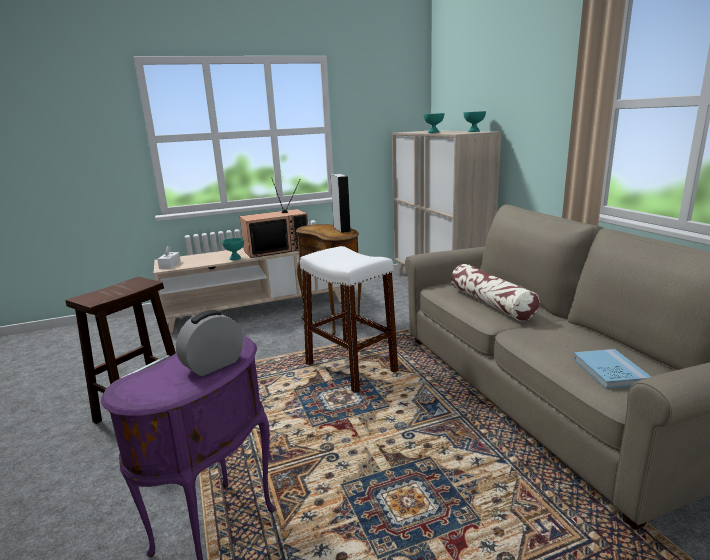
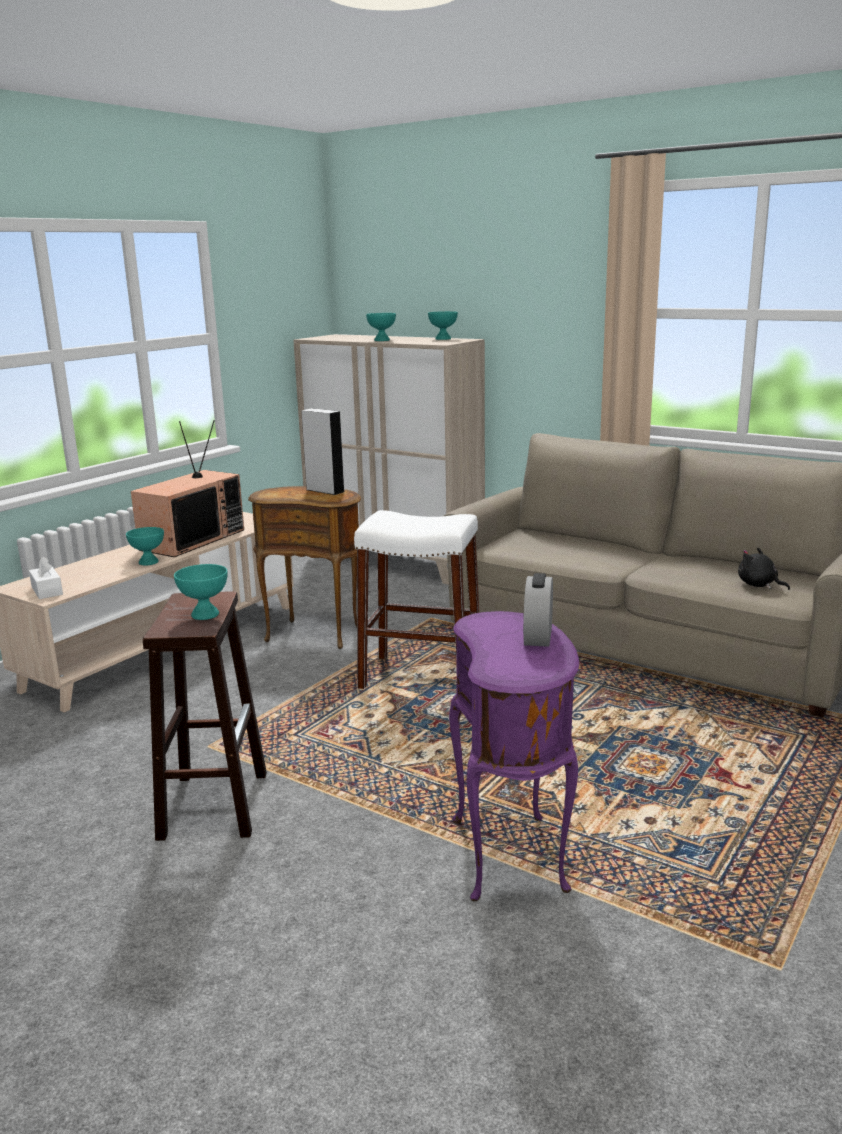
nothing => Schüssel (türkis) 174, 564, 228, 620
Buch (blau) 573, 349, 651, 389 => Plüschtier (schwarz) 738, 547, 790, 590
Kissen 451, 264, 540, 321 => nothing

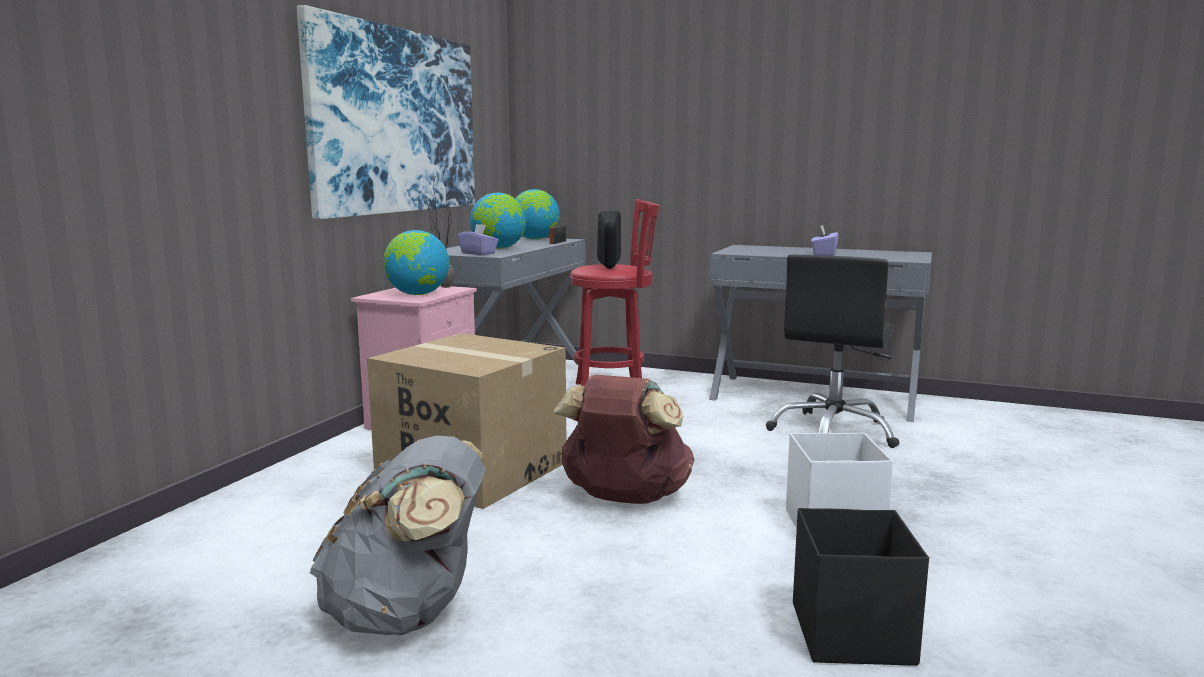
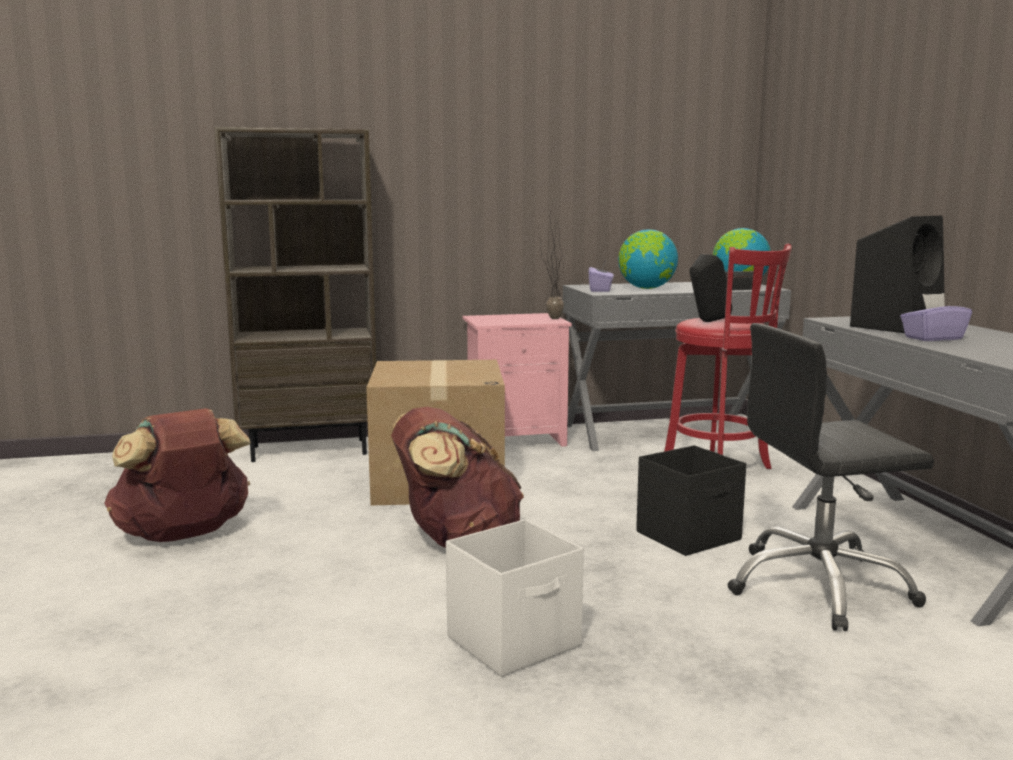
Rucksack (grau) 310, 436, 486, 635 => Rucksack (braun) 104, 408, 251, 542
nothing => Bücherregal (braun) 214, 127, 376, 462
Aufbewahrungsbox (schwarz) 793, 508, 929, 666 => Aufbewahrungsbox (schwarz) 636, 445, 746, 556, move
nothing => Lautsprecher (schwarz) 850, 216, 945, 333
Bild 297, 5, 475, 219 => nothing
Globus 383, 230, 449, 295 => nothing

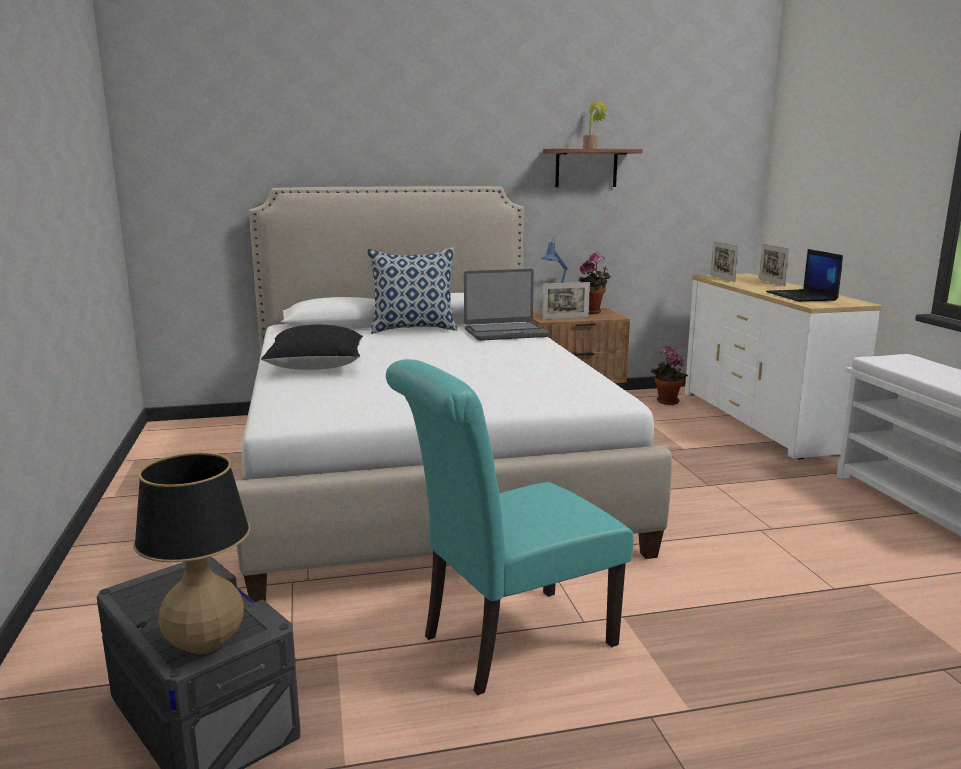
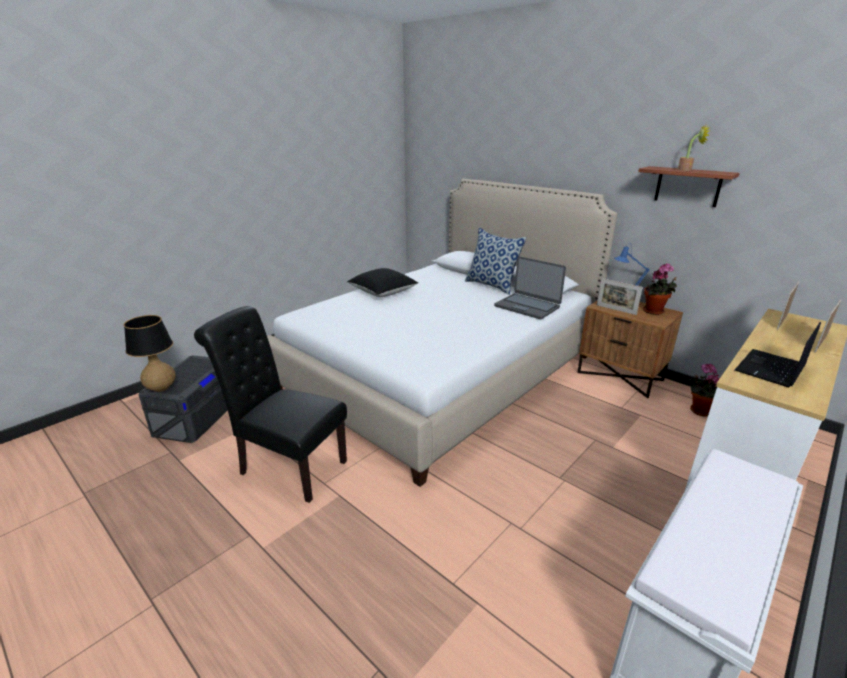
Stuhl (türkis) 386, 359, 634, 695 => Stuhl (schwarz) 194, 306, 347, 503

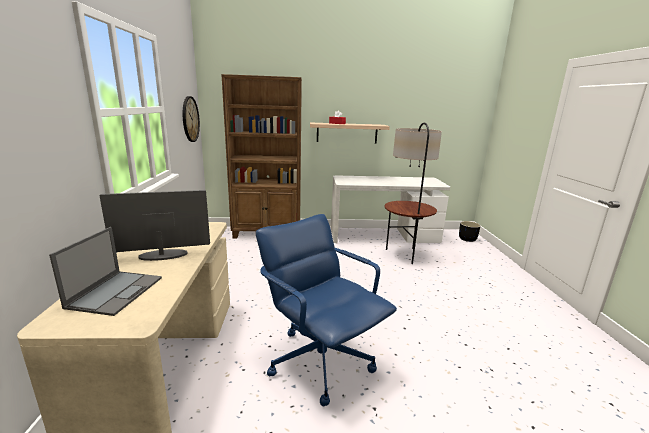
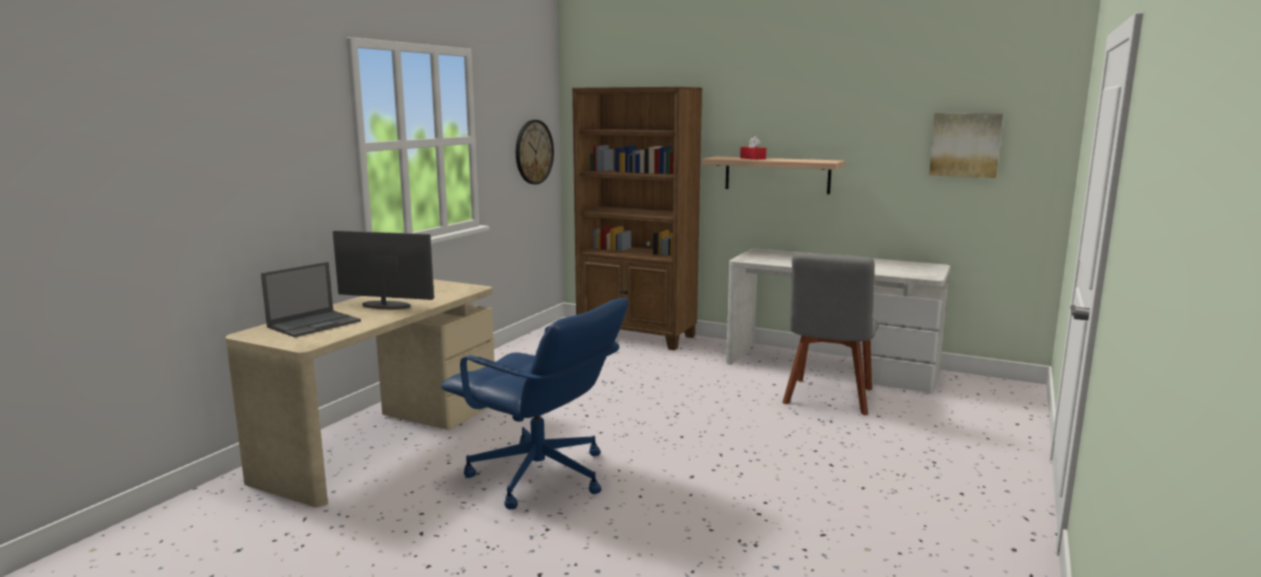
Bürostuhl (blau) 256, 214, 397, 406 => Bürostuhl (blau) 441, 298, 628, 509, 135 degrees clockwise
Stehlampe 385, 123, 442, 264 => Stuhl (grau) 782, 253, 879, 415
nothing => Bild 929, 113, 1003, 178
Pflanzkübel (schwarz) 459, 221, 481, 242 => nothing

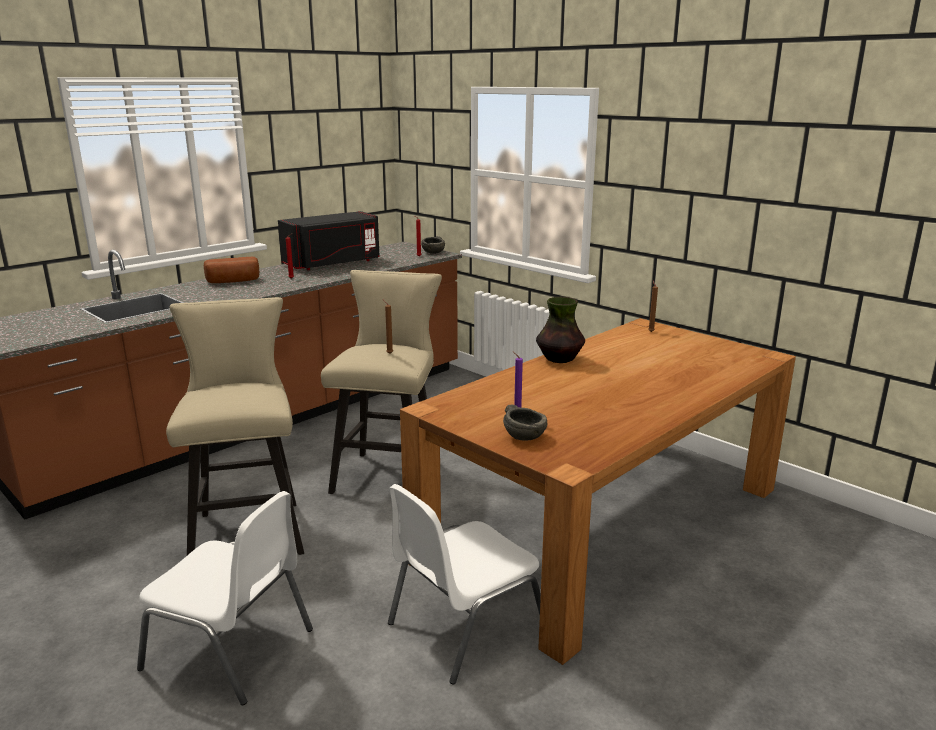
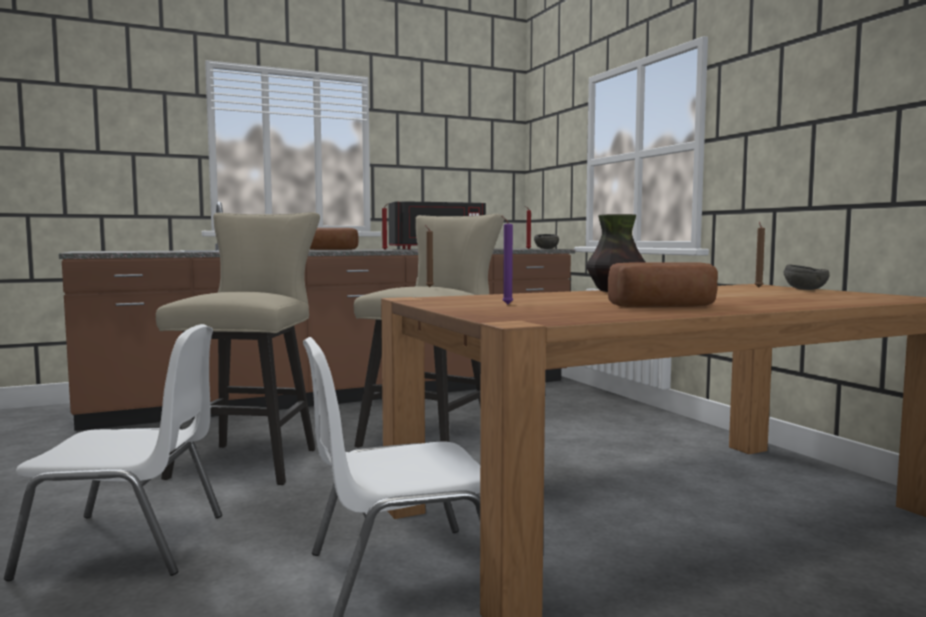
Stuhl (weiß) 137, 491, 313, 705 => Stuhl (weiß) 4, 324, 222, 581, 45 degrees counterclockwise
nothing => Brot 608, 262, 718, 307
Schüssel (grau) 503, 405, 547, 441 => Schüssel (grau) 784, 264, 829, 290, move

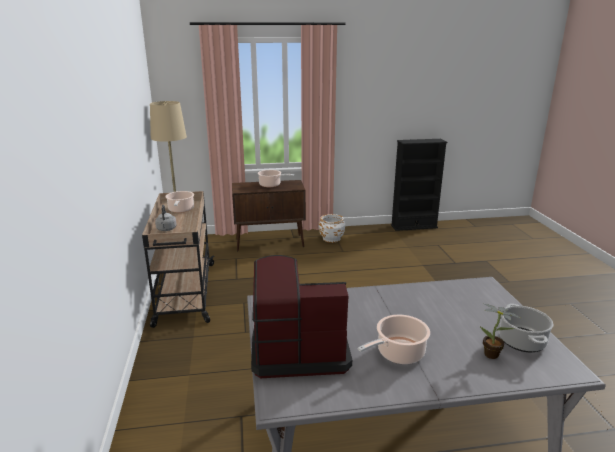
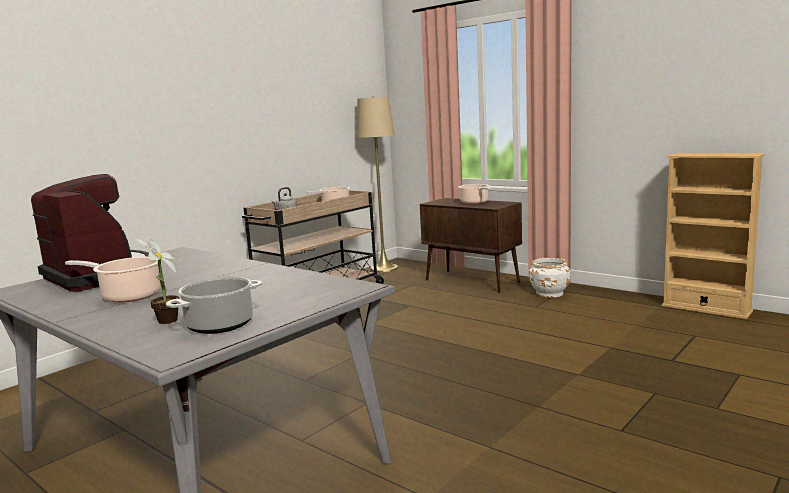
Bücherregal (schwarz) 391, 139, 448, 231 => Bücherregal (beige) 662, 153, 764, 319

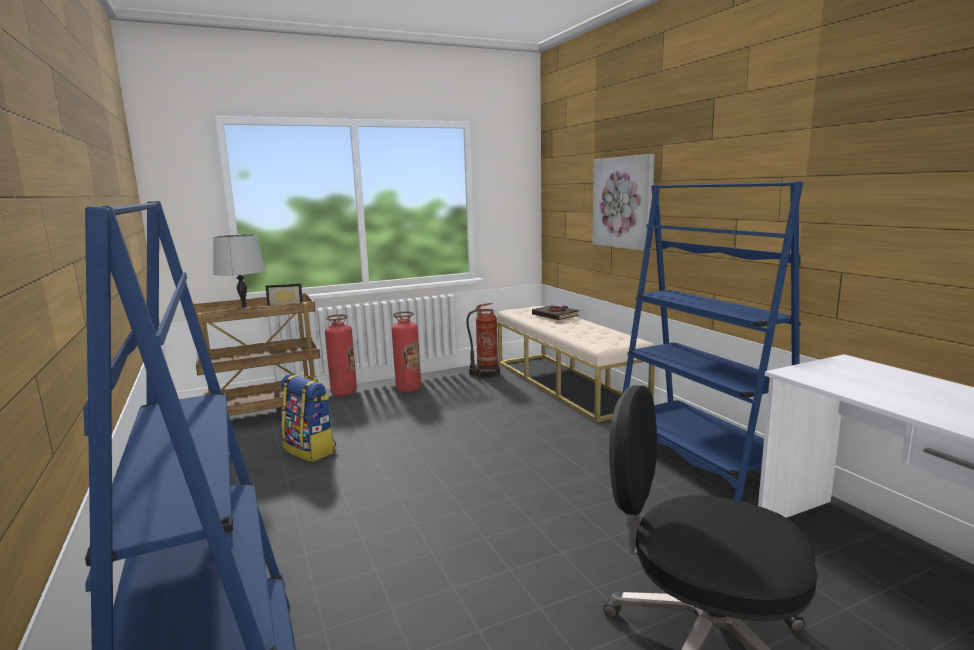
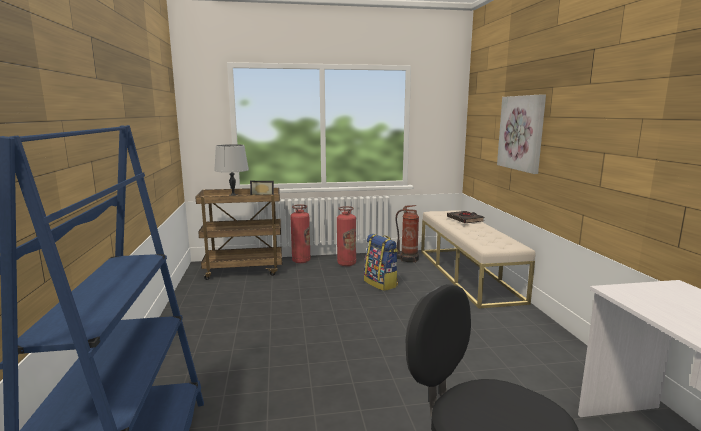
Rucksack 281, 374, 336, 462 => Rucksack 364, 234, 398, 291, move
Bücherregal (blau) 622, 181, 803, 501 => nothing

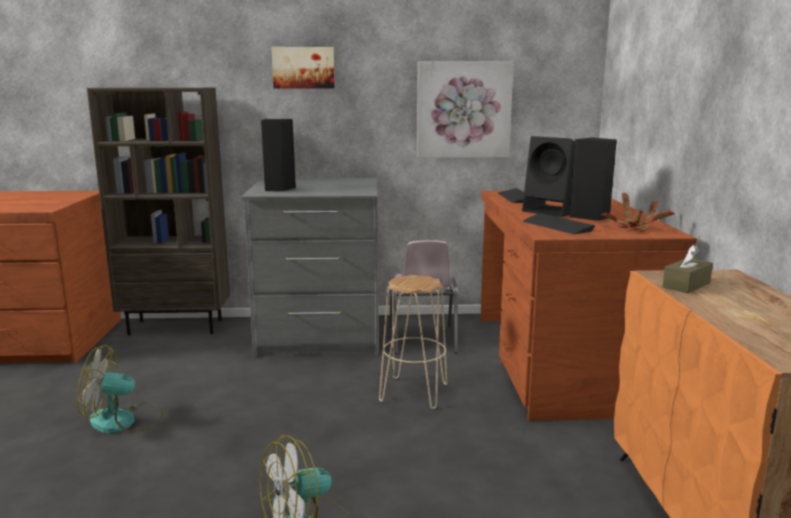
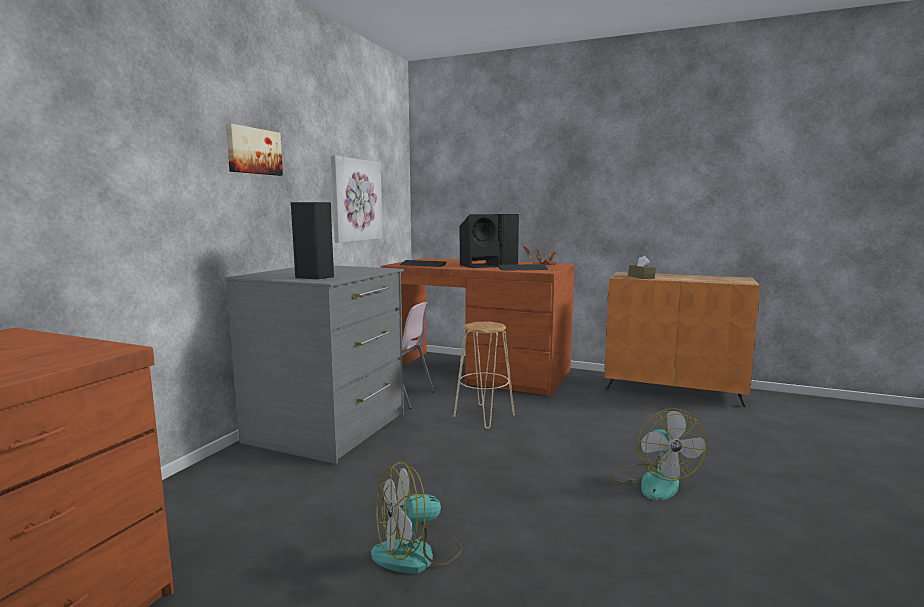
Ventilator 77, 345, 163, 433 => Ventilator 371, 462, 462, 574, 45 degrees clockwise
Bücherregal (braun) 87, 88, 230, 335 => nothing

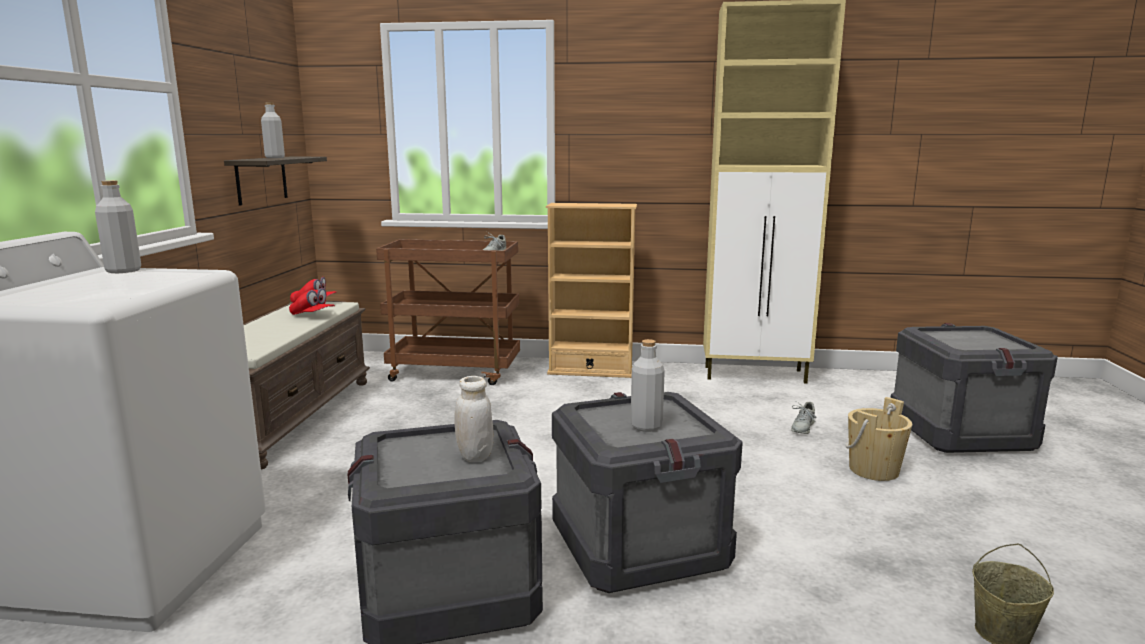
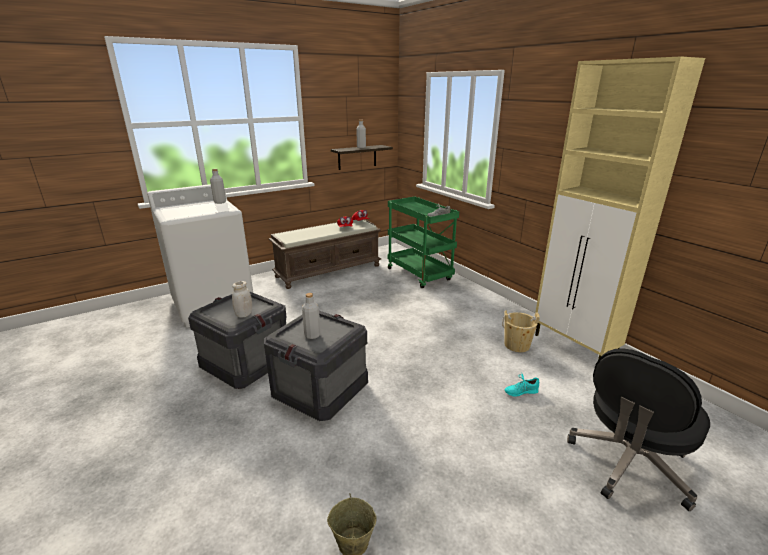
Rollwagen (braun) 376, 239, 520, 385 => Rollwagen (grün) 388, 196, 459, 288
Eimer (beige) 846, 397, 912, 481 => Eimer (beige) 502, 310, 540, 352, move
Schuh (grau) 791, 402, 816, 434 => Schuh (türkis) 505, 374, 539, 397
Kiste 890, 323, 1058, 453 => Bürostuhl (schwarz) 567, 348, 710, 511
Bücherregal (beige) 546, 203, 637, 378 => nothing

